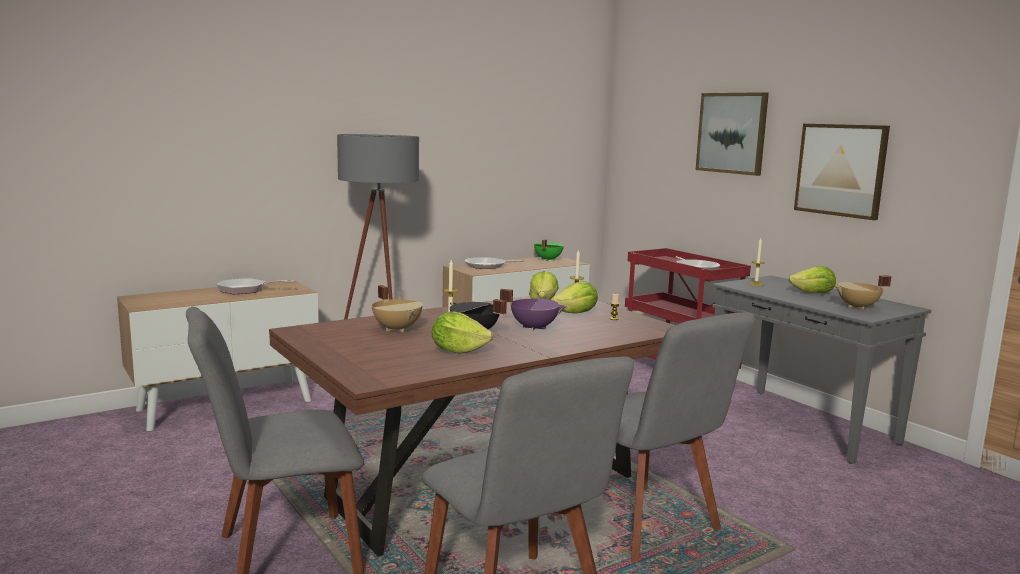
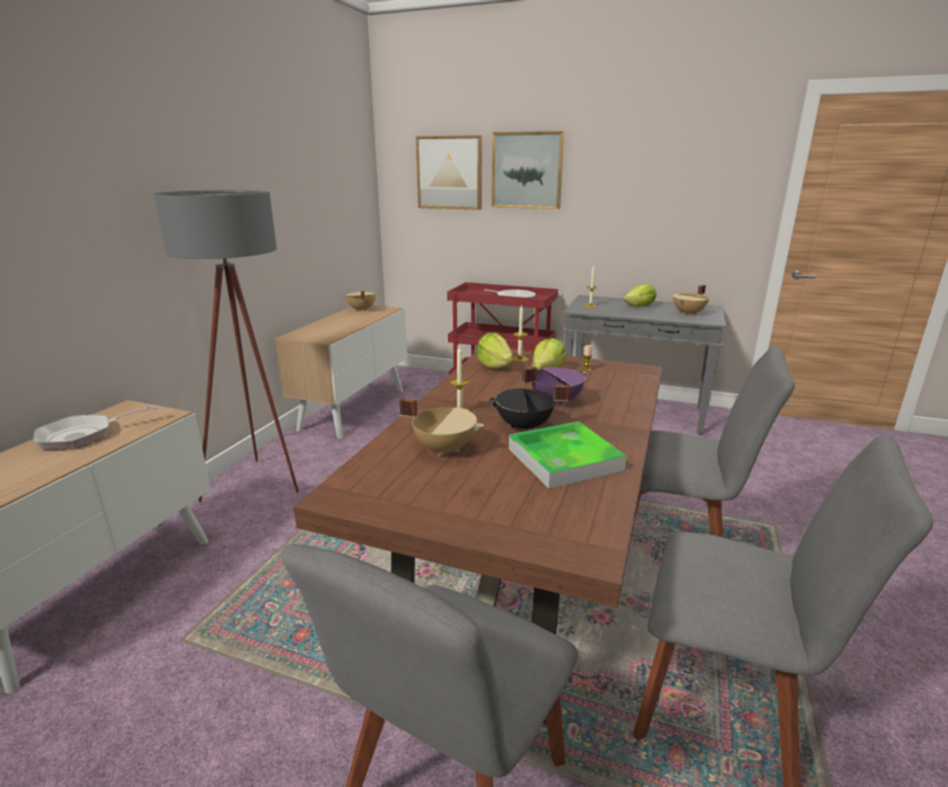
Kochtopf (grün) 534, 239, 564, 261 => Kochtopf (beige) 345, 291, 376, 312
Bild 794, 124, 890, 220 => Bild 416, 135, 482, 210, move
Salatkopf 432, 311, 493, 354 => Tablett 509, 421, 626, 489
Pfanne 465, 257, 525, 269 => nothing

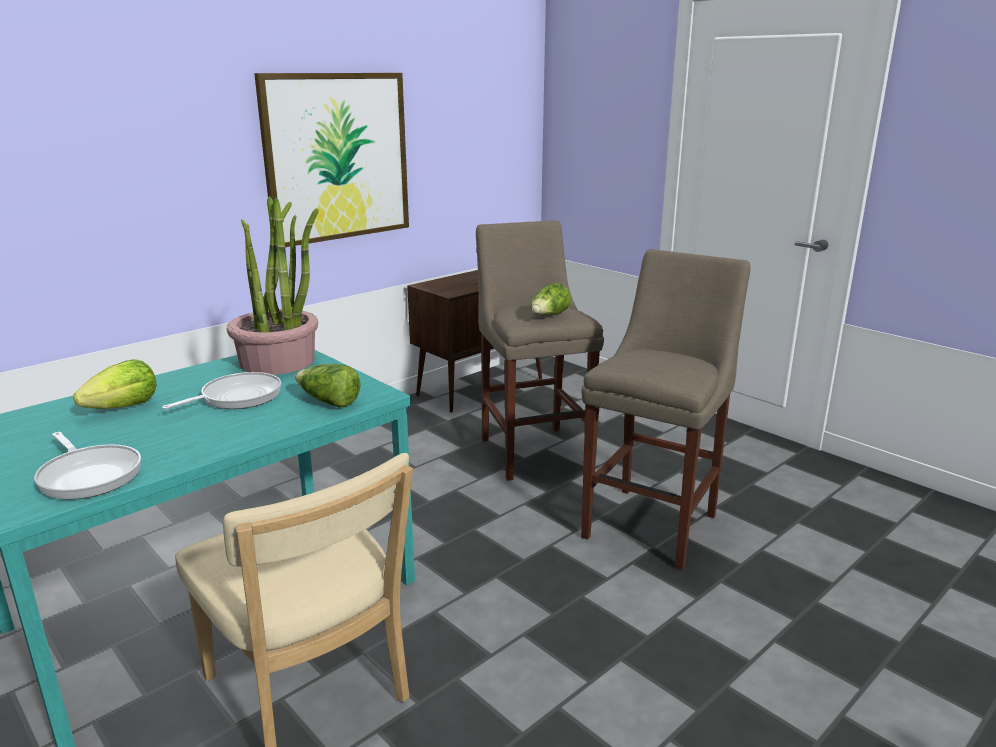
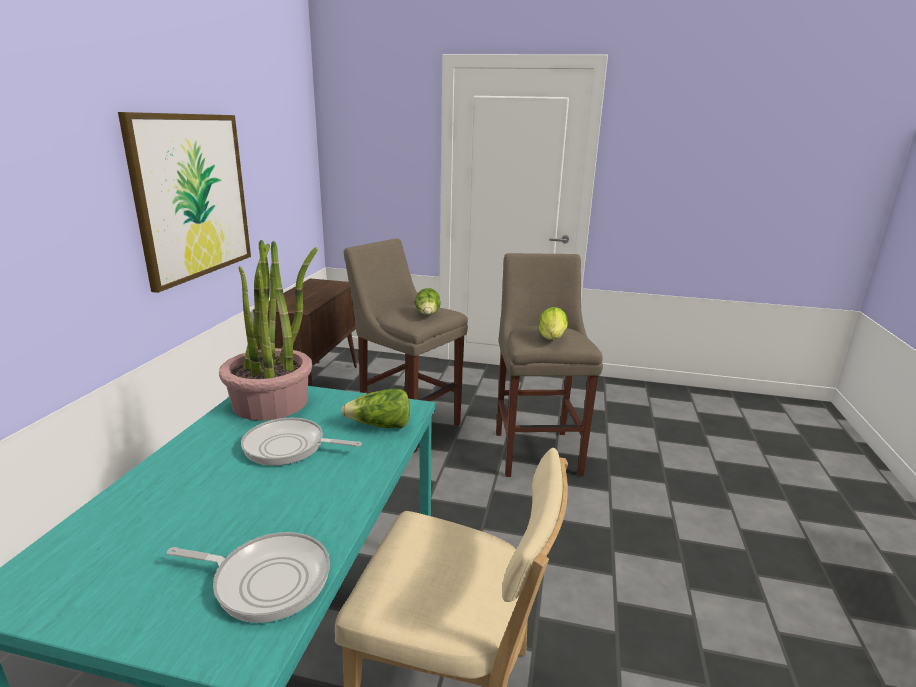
Pfanne 162, 372, 281, 409 => Pfanne 241, 418, 362, 466, 90 degrees counterclockwise
Salatkopf 73, 359, 157, 409 => Salatkopf 538, 307, 568, 340, move

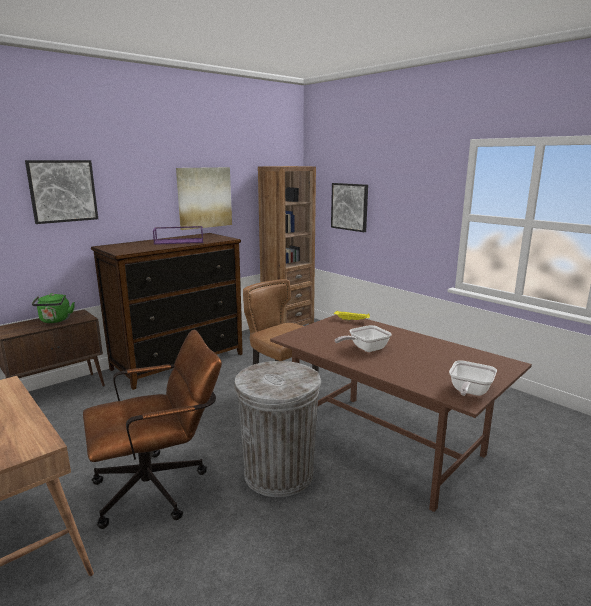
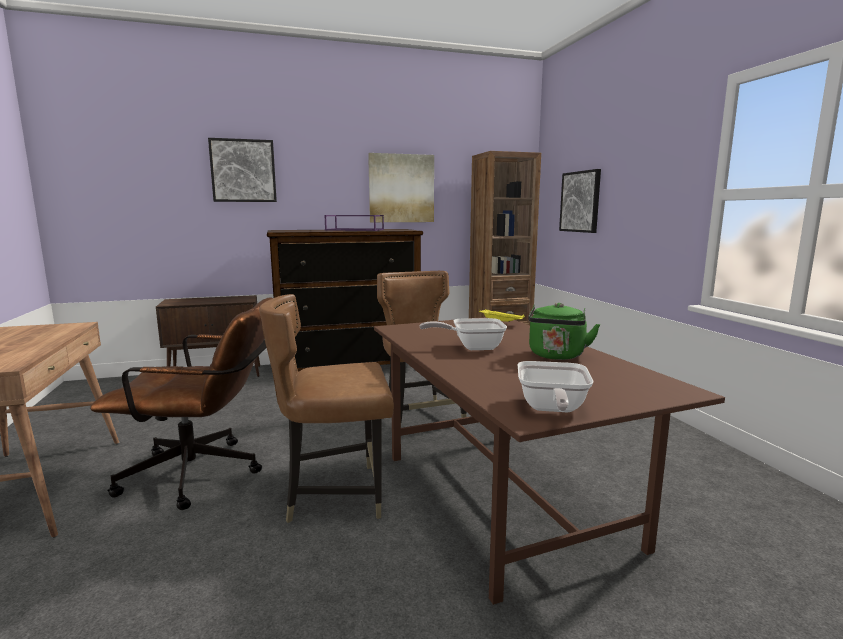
Mülleimer (grau) 234, 361, 321, 497 => Stuhl (braun) 259, 294, 394, 523
Pfanne 449, 360, 497, 396 => Pfanne 518, 361, 593, 412, 45 degrees counterclockwise
Wasserkessel (grün) 32, 293, 75, 323 => Wasserkessel (grün) 528, 303, 600, 360, move

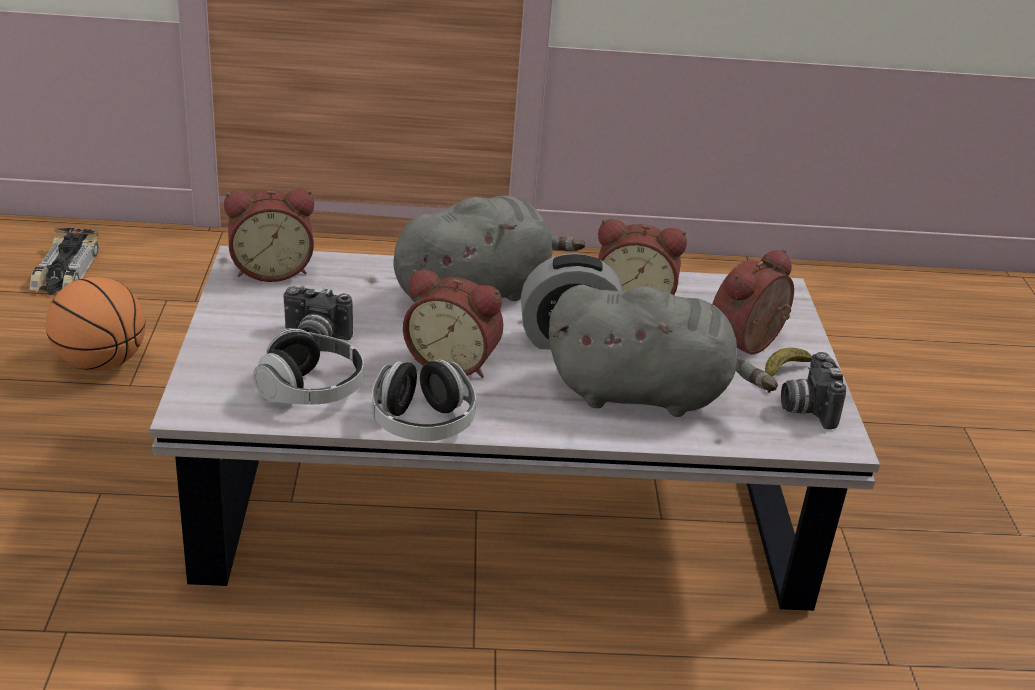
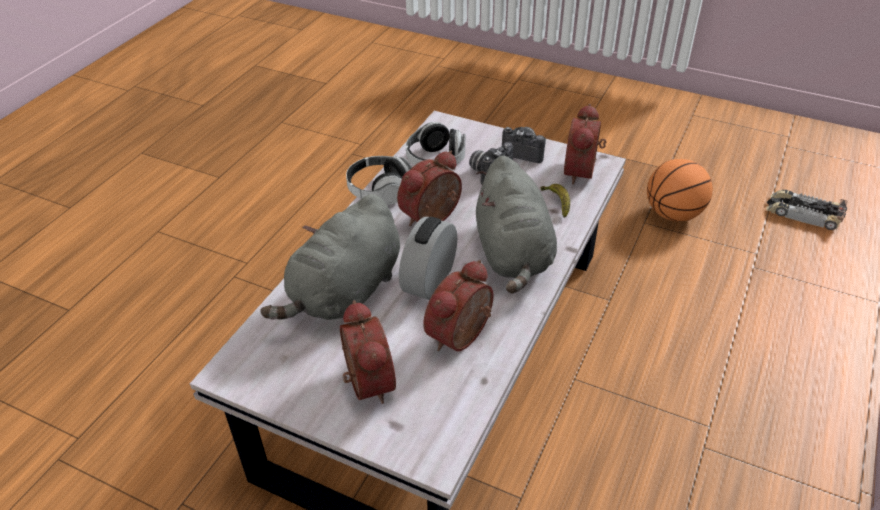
Kamera 781, 352, 846, 429 => Kamera 502, 127, 546, 163, move
Banane 765, 348, 812, 393 => Banane 541, 184, 570, 217, move

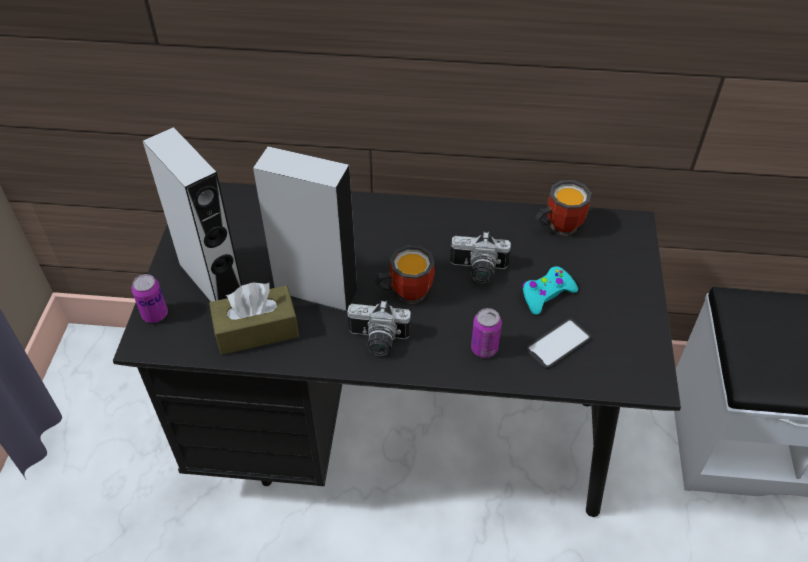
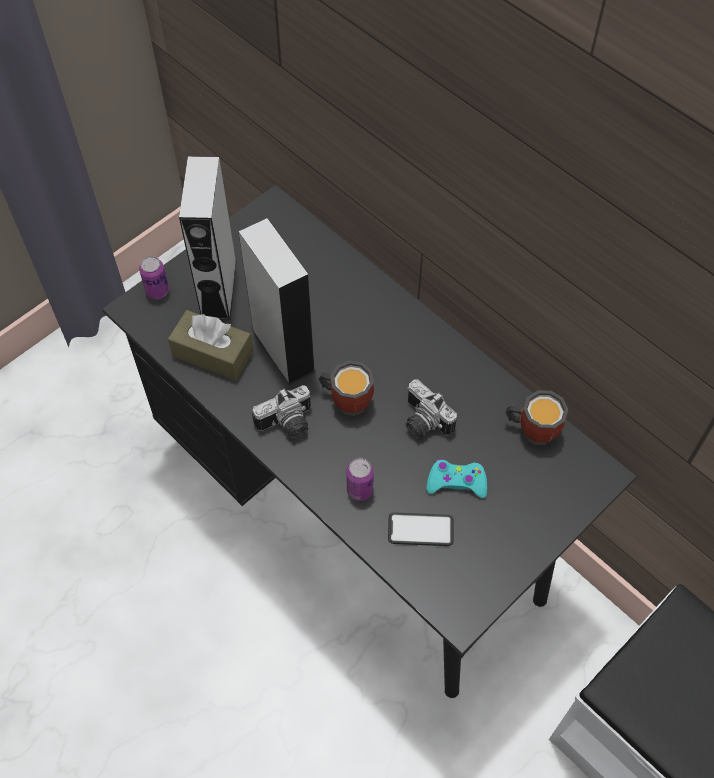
Kamera 347, 300, 411, 356 => Kamera 252, 385, 311, 438, 75 degrees counterclockwise

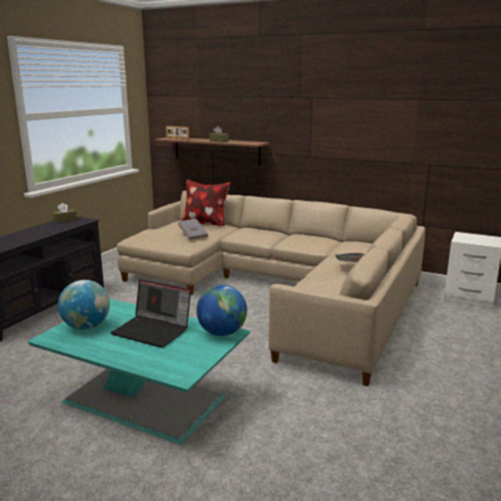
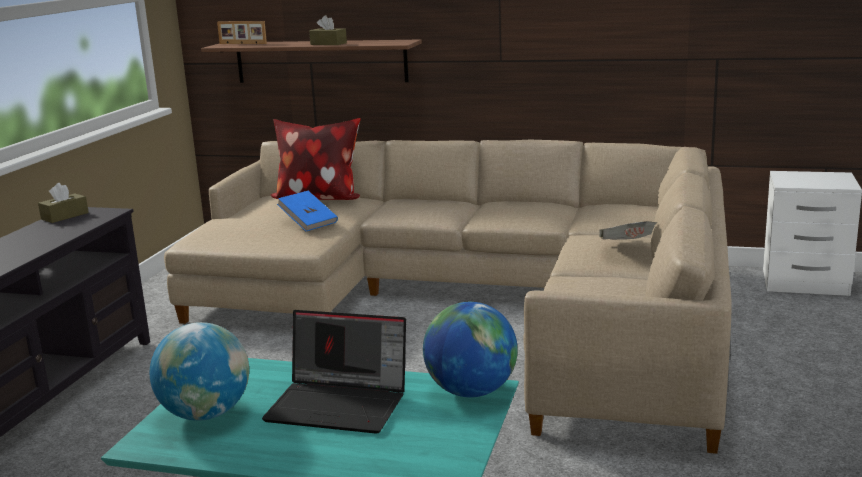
Buch (grau) 178, 219, 208, 240 => Buch (blau) 277, 191, 338, 231

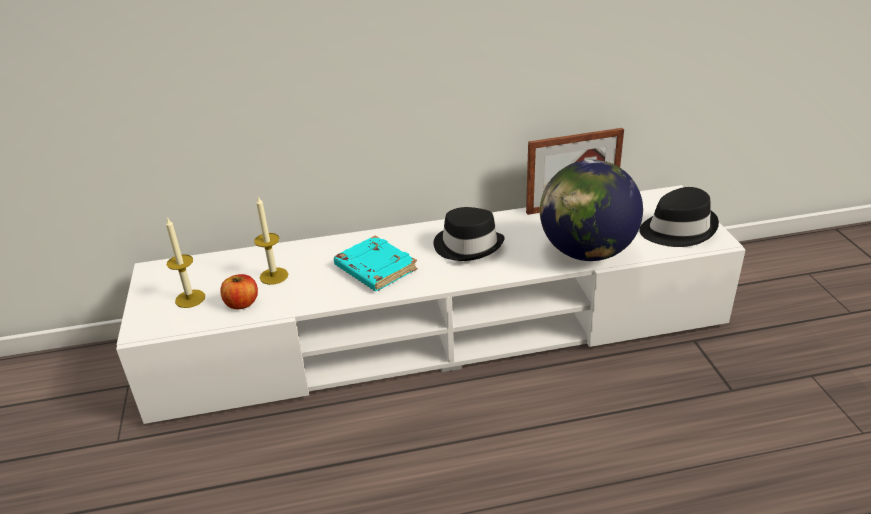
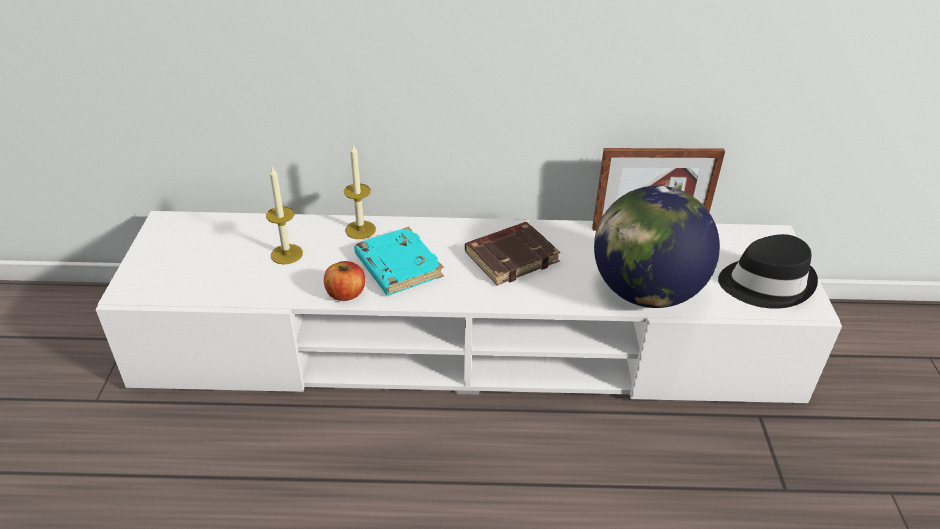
Apfel 220, 274, 258, 310 => Apfel 324, 261, 365, 301, move
Kerze 166, 217, 205, 308 => Kerze 344, 145, 376, 239, move
Hut (schwarz) 433, 207, 505, 261 => Buch (braun) 465, 222, 560, 286

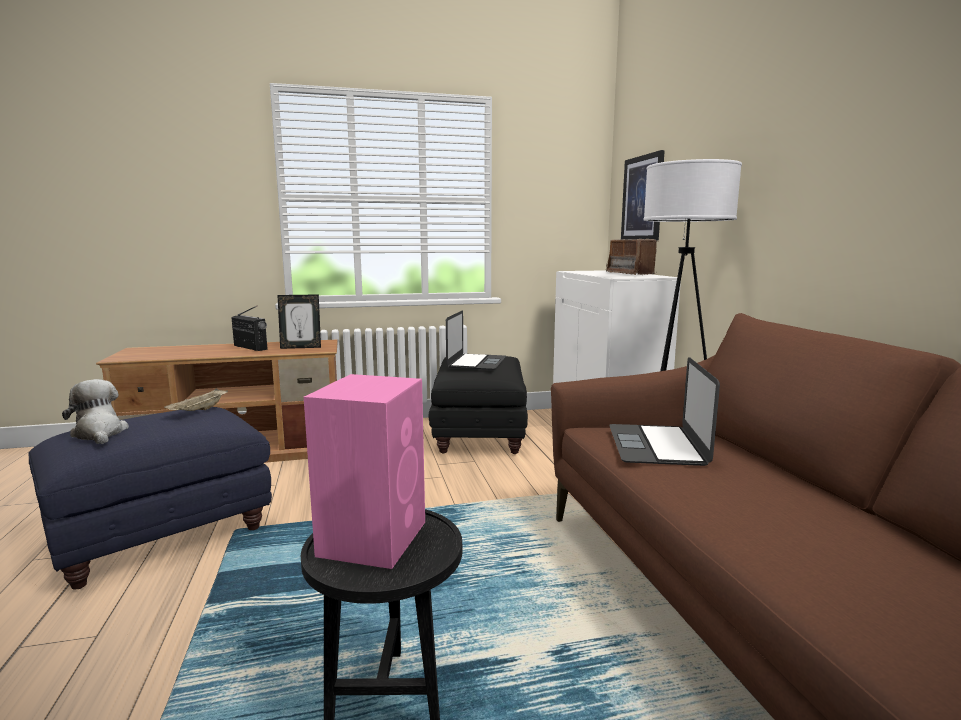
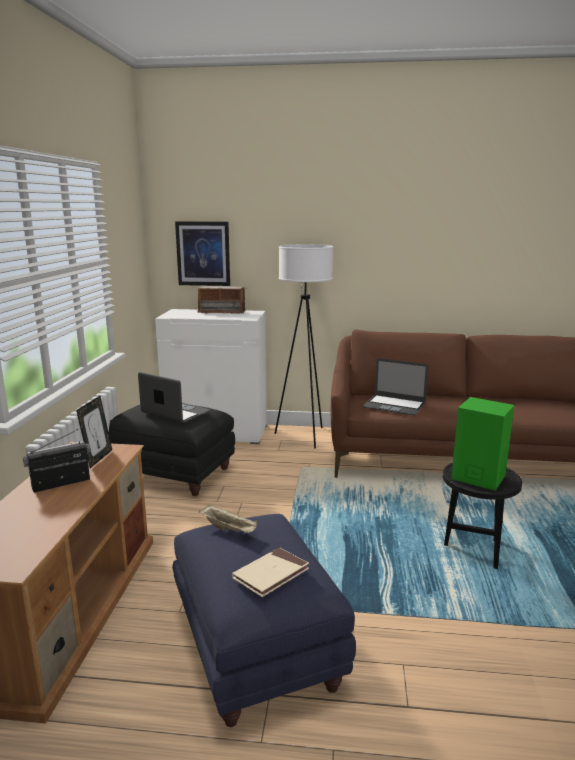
Plüschtier 62, 379, 129, 444 => Buch (beige) 232, 548, 309, 597
Lautsprecher (rosa) 304, 374, 425, 569 => Lautsprecher (grün) 451, 397, 514, 491

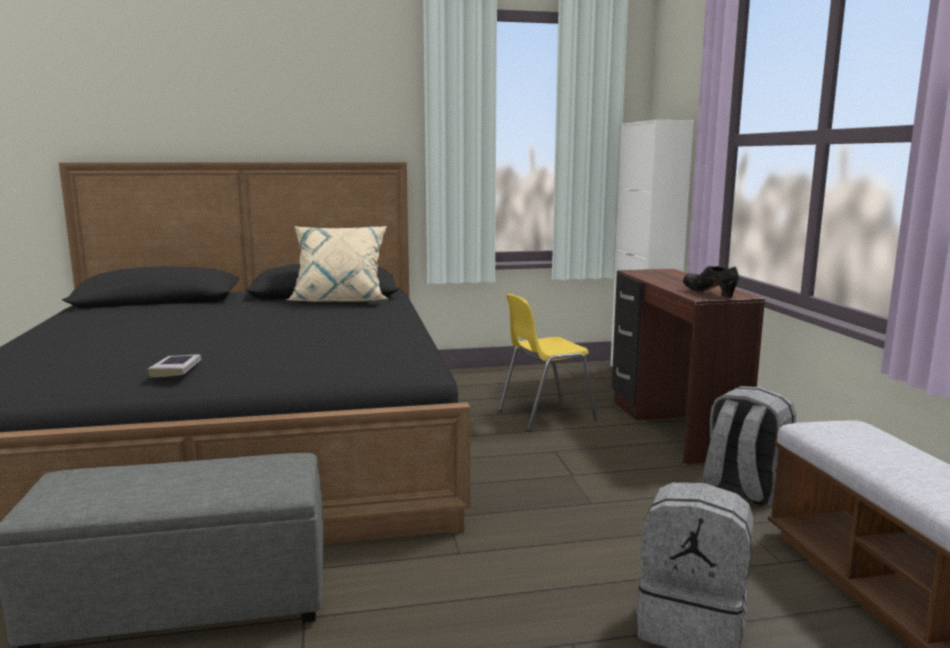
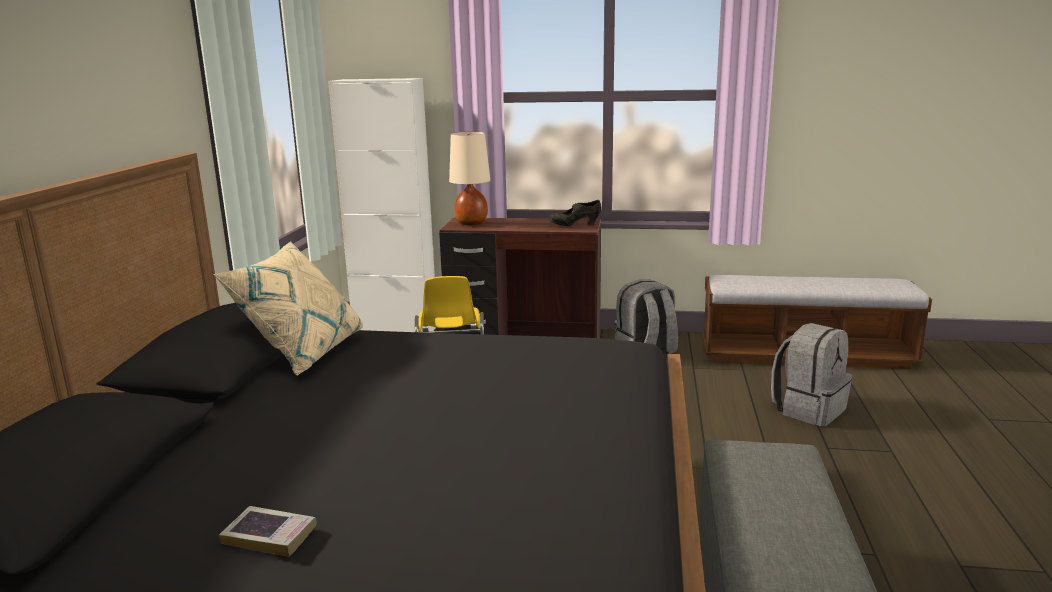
Buch 148, 354, 201, 377 => Buch 219, 506, 317, 557, move
nothing => Tischlampe (beige) 449, 132, 490, 225

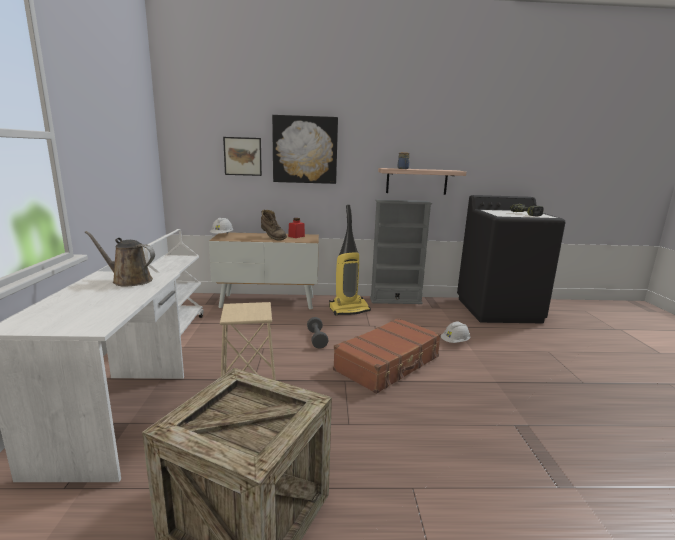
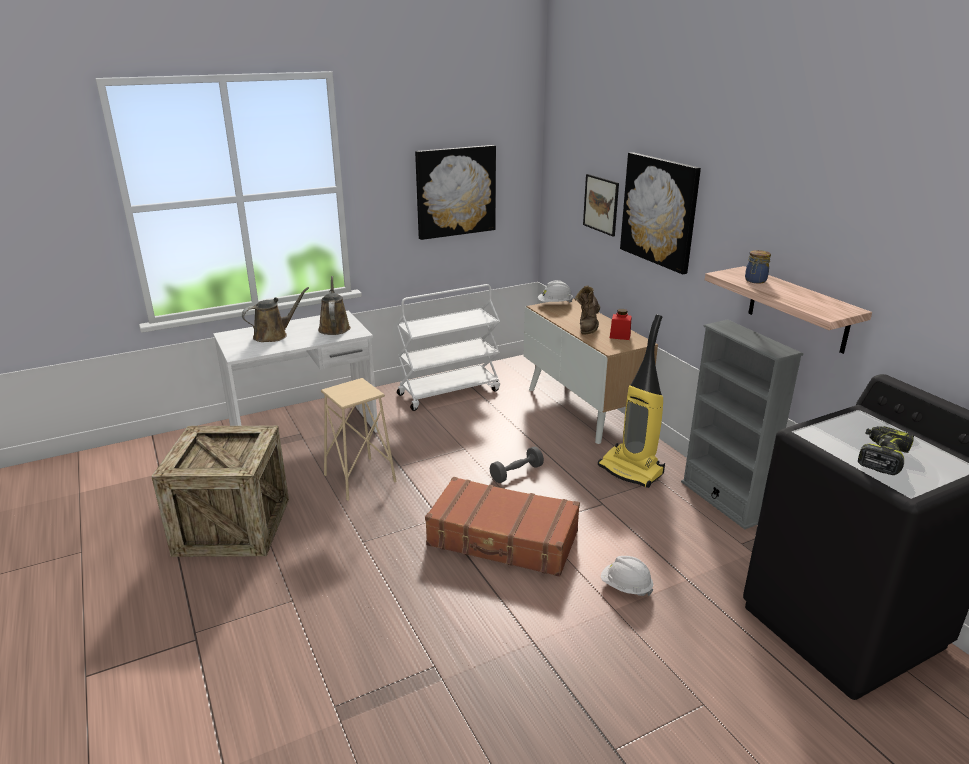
nothing => Gießkanne (braun) 242, 287, 309, 342
nothing => Bild 415, 145, 496, 240

